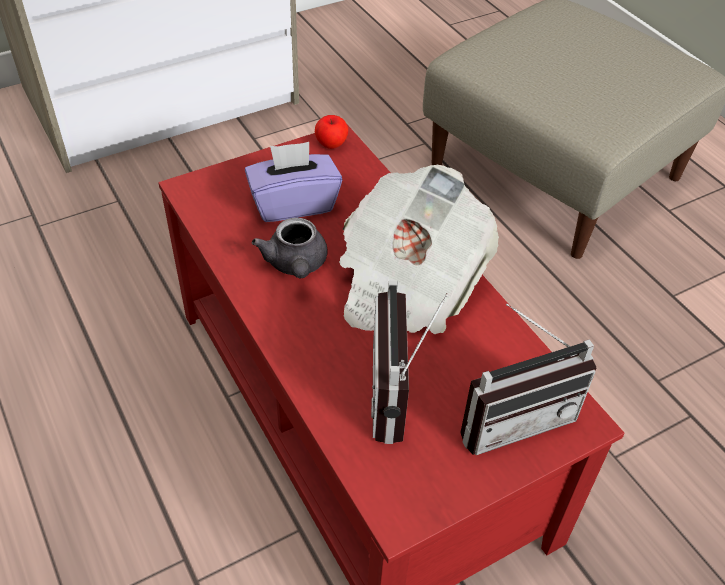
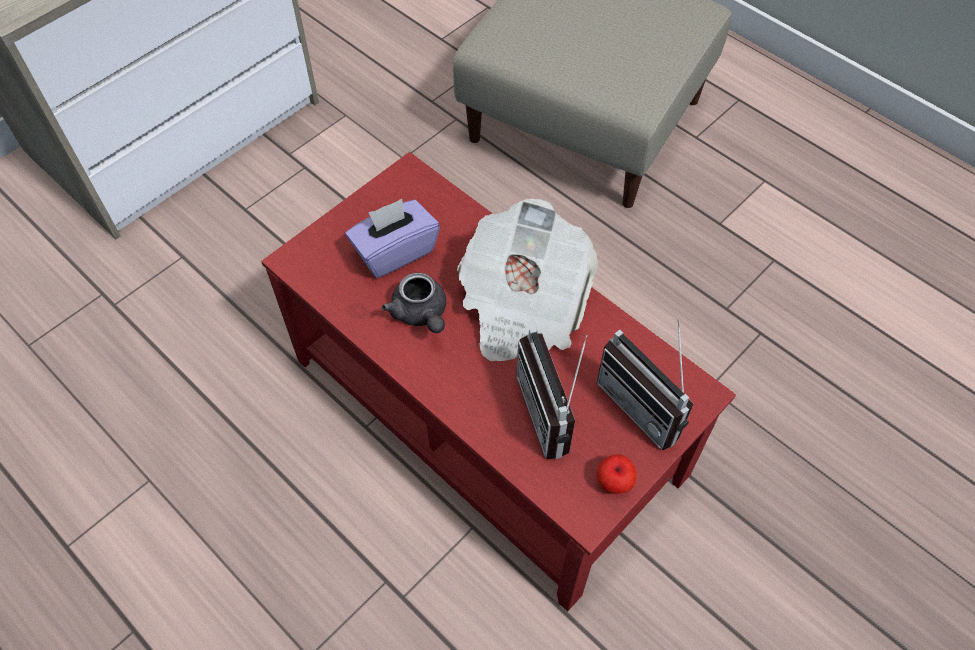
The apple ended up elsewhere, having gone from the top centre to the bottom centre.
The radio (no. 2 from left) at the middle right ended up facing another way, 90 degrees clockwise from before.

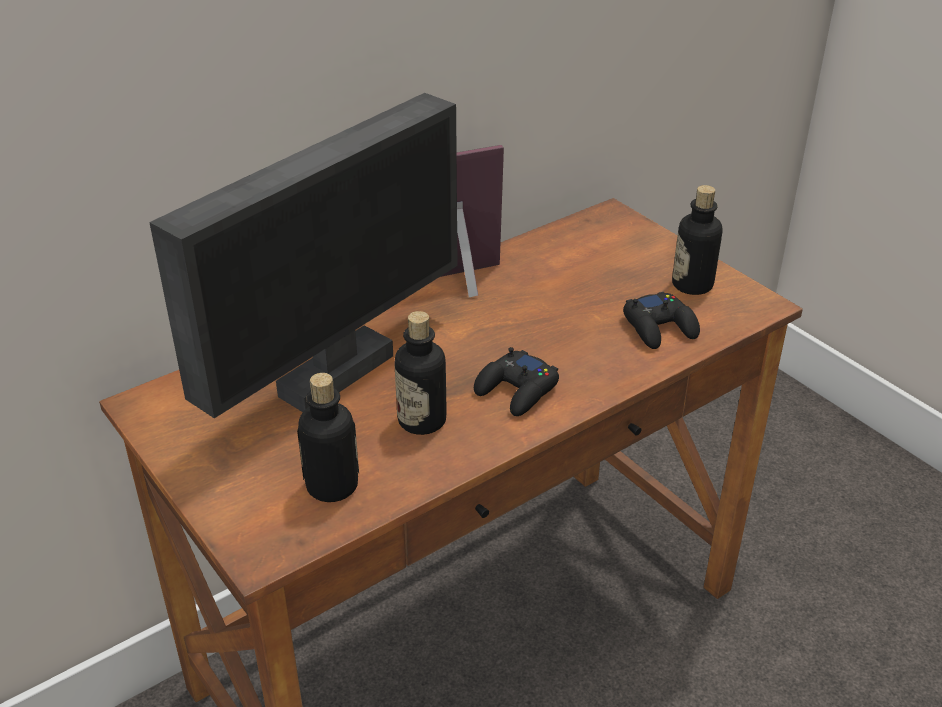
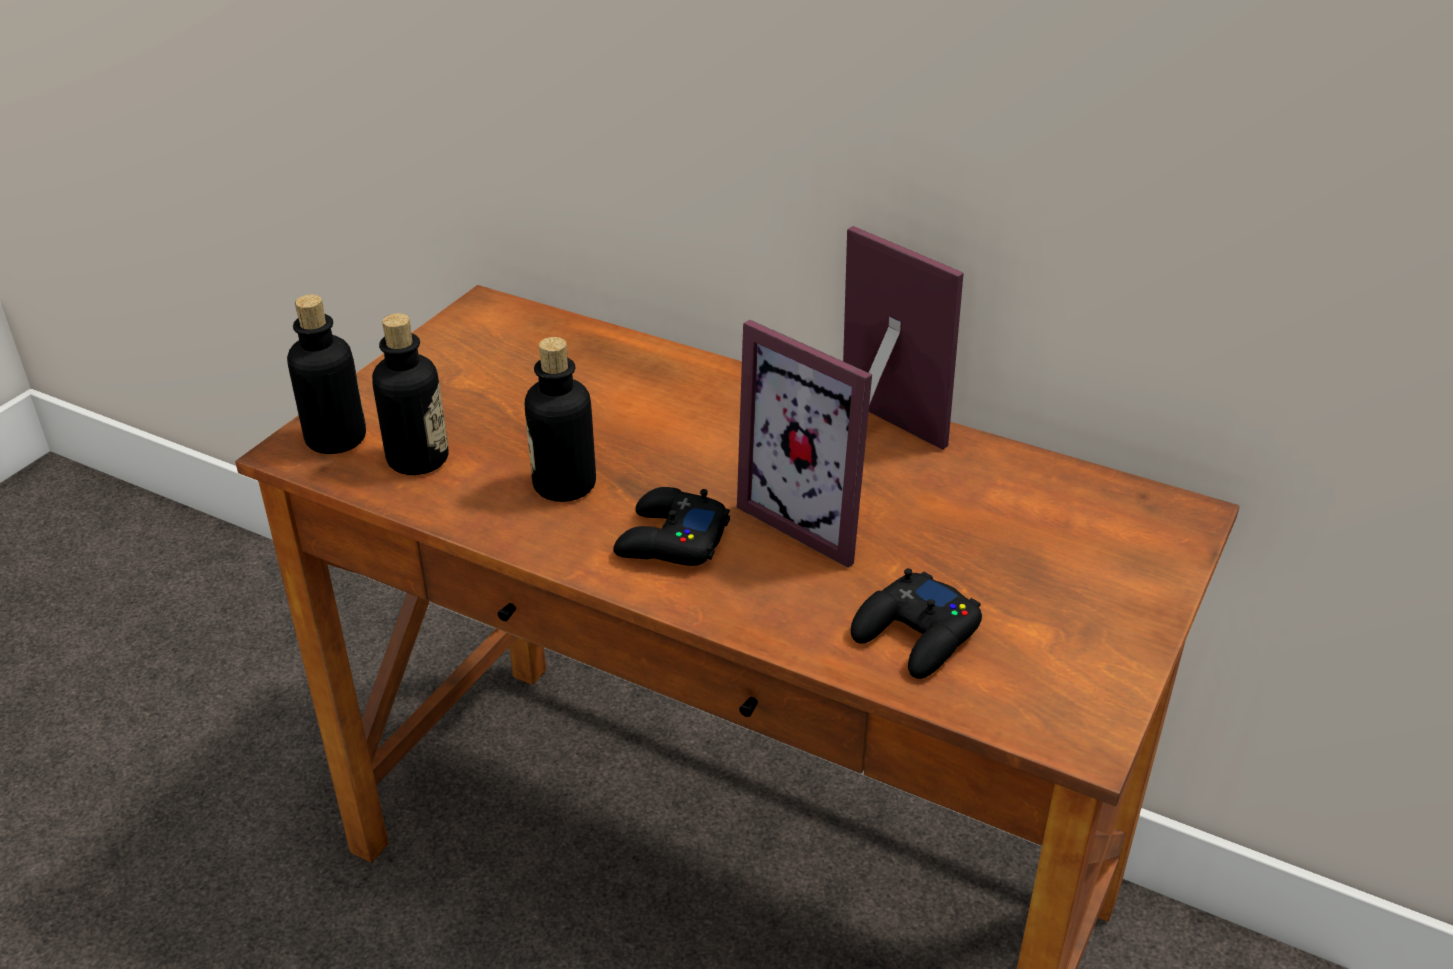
The second view lost the monitor at the middle left.
The bottle (no. 3 from left in the first image) ended up elsewhere, having gone from the middle right to the middle left.
The second view gained the picture frame (no. 1 from left) at the centre.

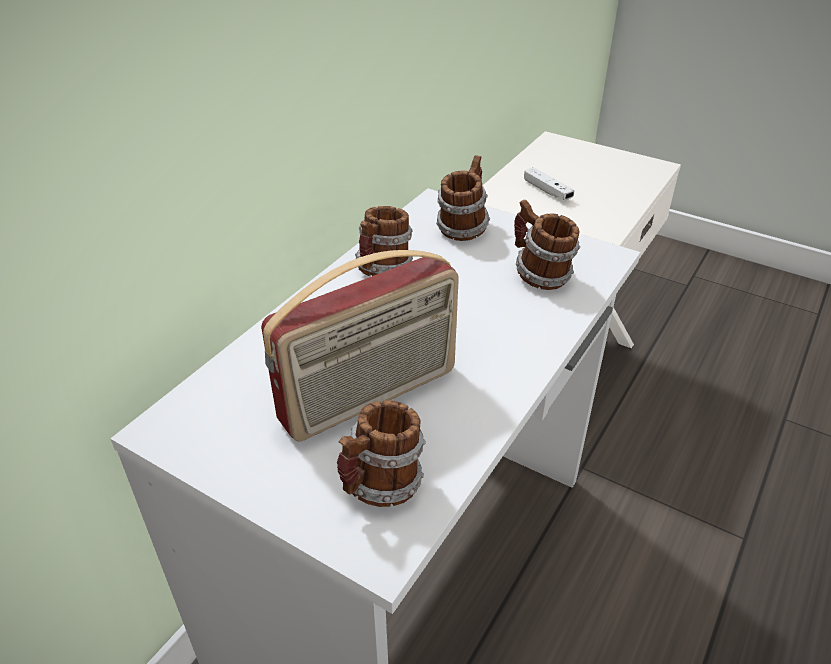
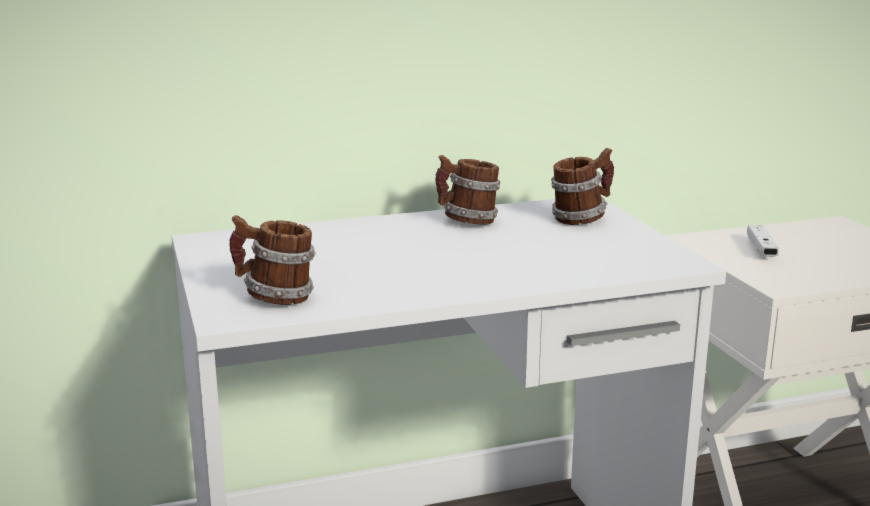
The second view lost the mug (no. 4 from left) at the centre.
The second view lost the radio at the centre.

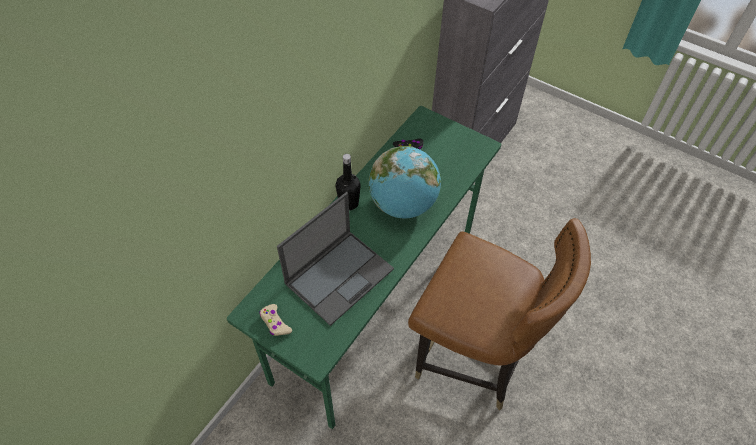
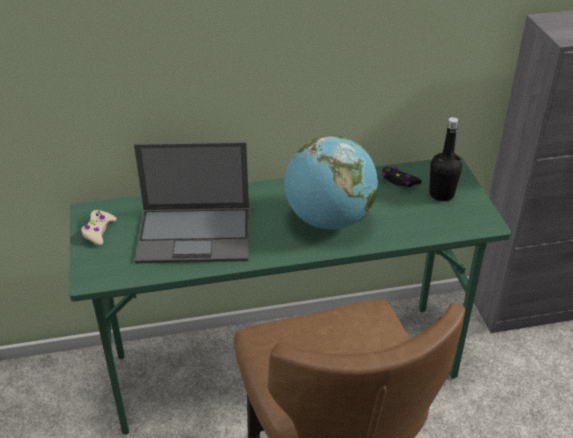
The black bottle ended up elsewhere, having gone from the centre to the middle right.

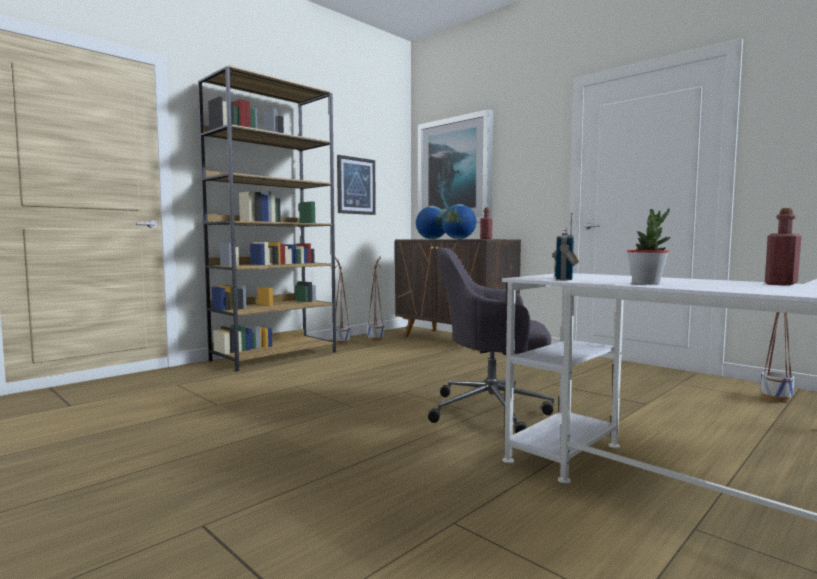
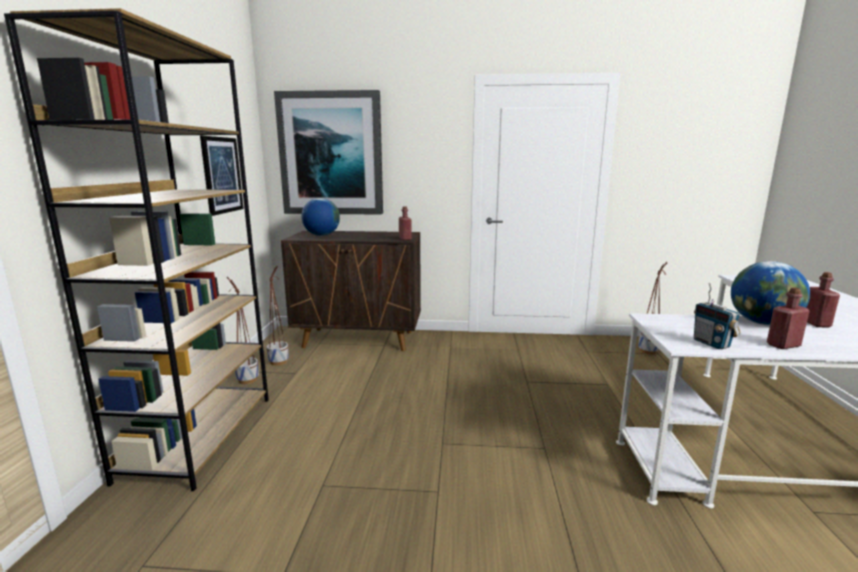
The globe (no. 2 from left) ended up elsewhere, having gone from the centre to the middle right.
Where the potted plant stood at the middle right, the red bottle (no. 2 from left) came to stand at the middle right.
The second view lost the grey office chair at the centre.

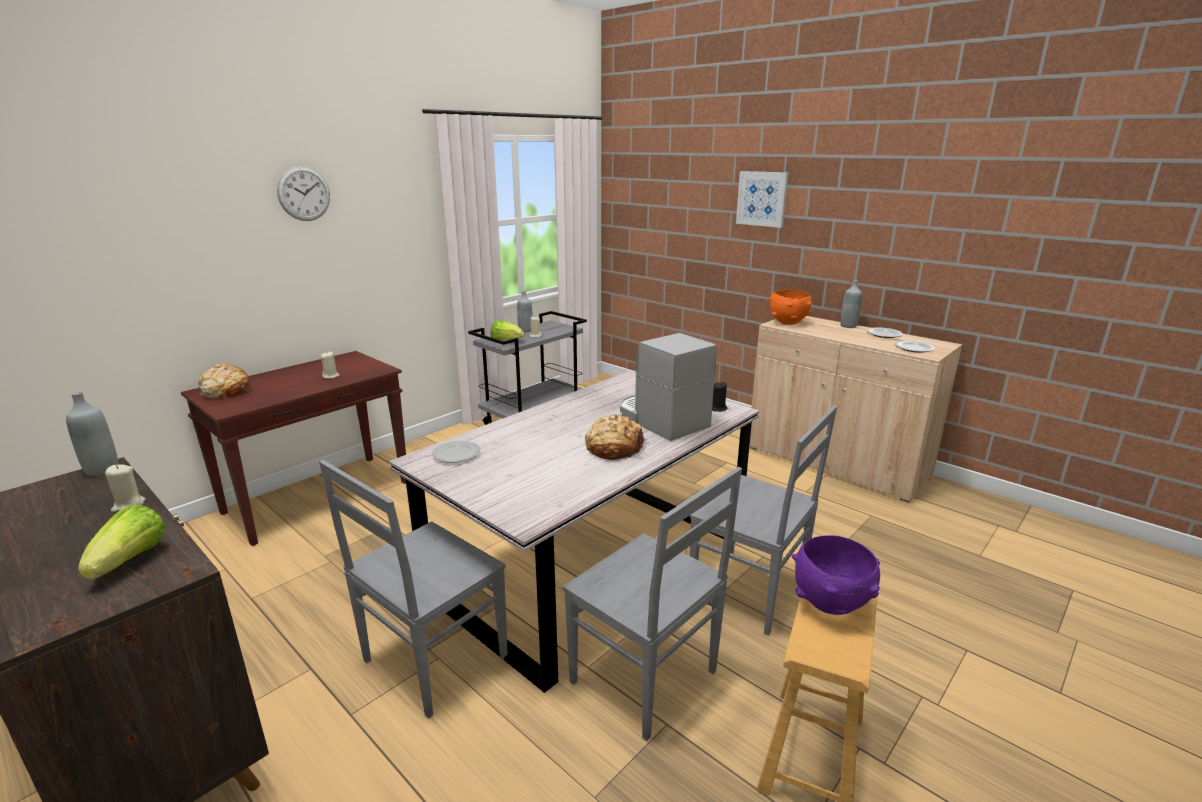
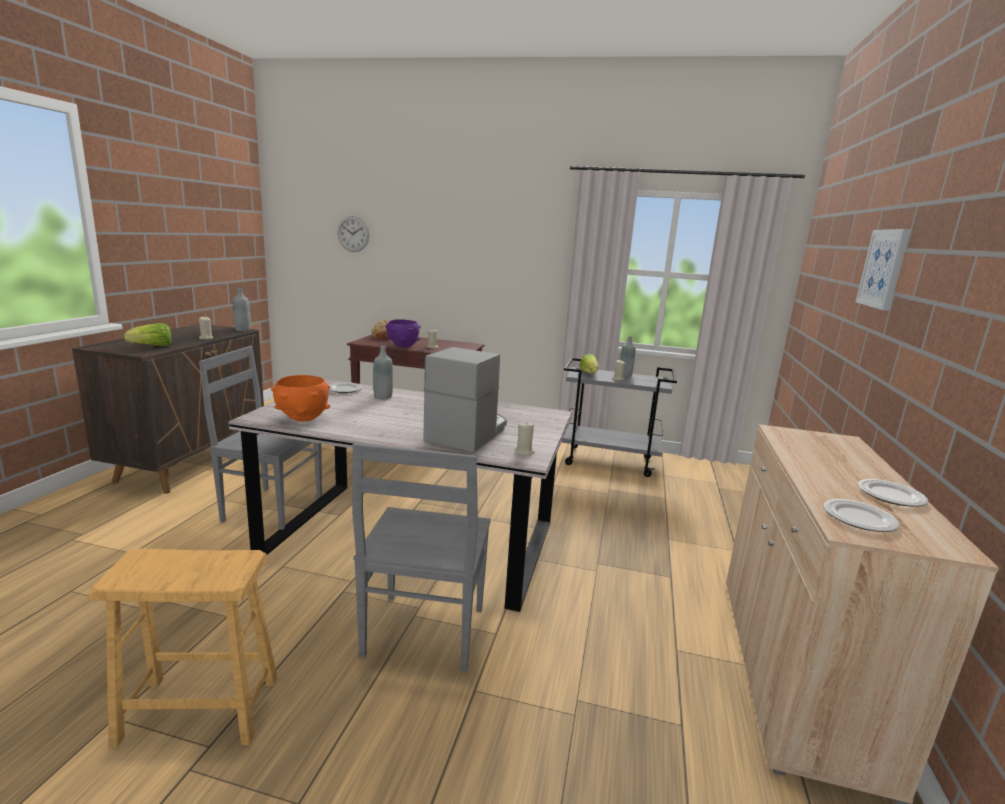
The wall clock ended up elsewhere, having gone from the top left to the top centre.
The grey bottle (no. 3 from left in the first image) ended up elsewhere, having gone from the middle right to the centre.
The orange bowl ended up elsewhere, having gone from the centre to the middle left.
What was the black candle at the centre turned into the beige candle (no. 3 from left) at the centre.
The second view lost the bread (no. 2 from left) at the centre.
The second view lost the grey chair (no. 2 from left) at the bottom centre.
The purple bowl ended up elsewhere, having gone from the bottom right to the centre.

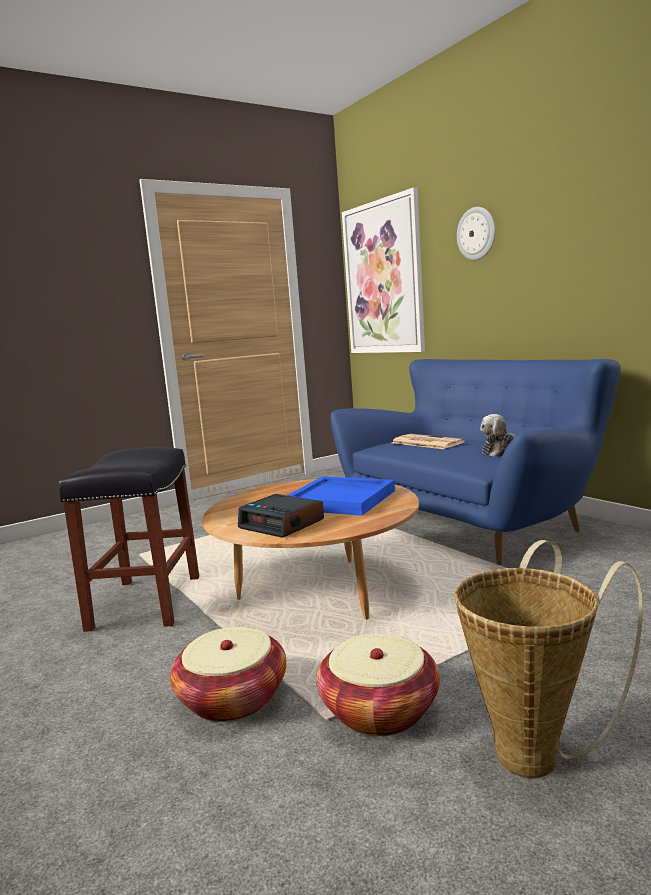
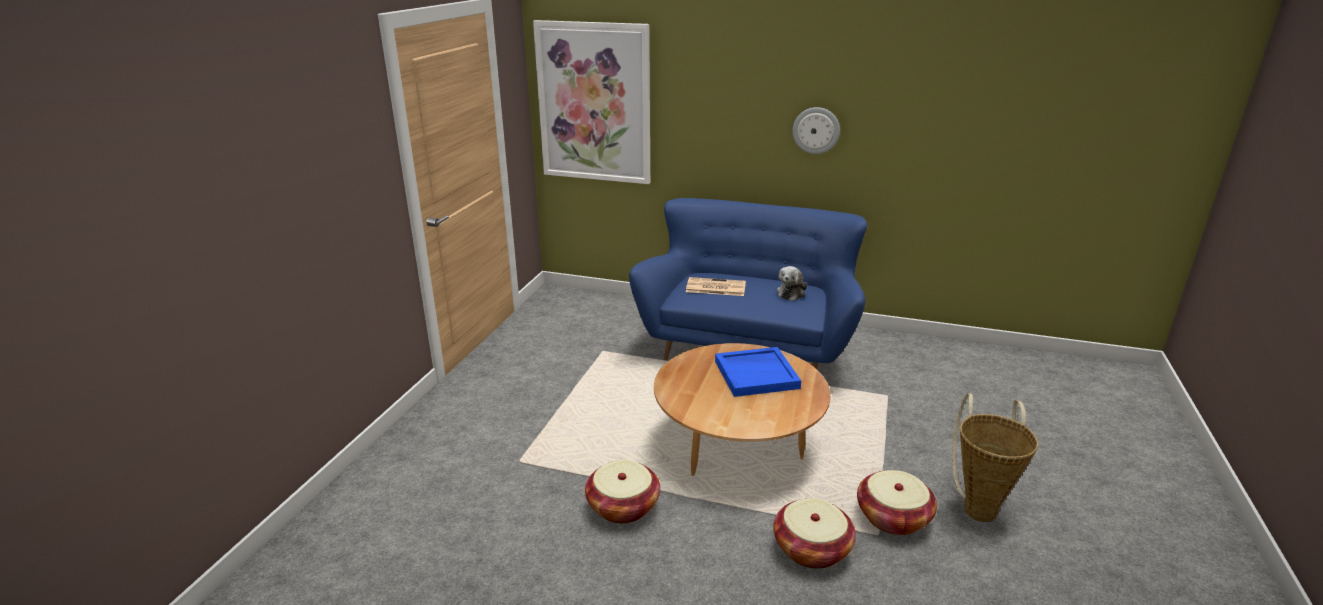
The wall clock ended up elsewhere, having gone from the top right to the top centre.
Where the black stool stood at the middle left, the basket (no. 1 from left) came to stand at the bottom centre.
The second view lost the alarm clock at the centre.

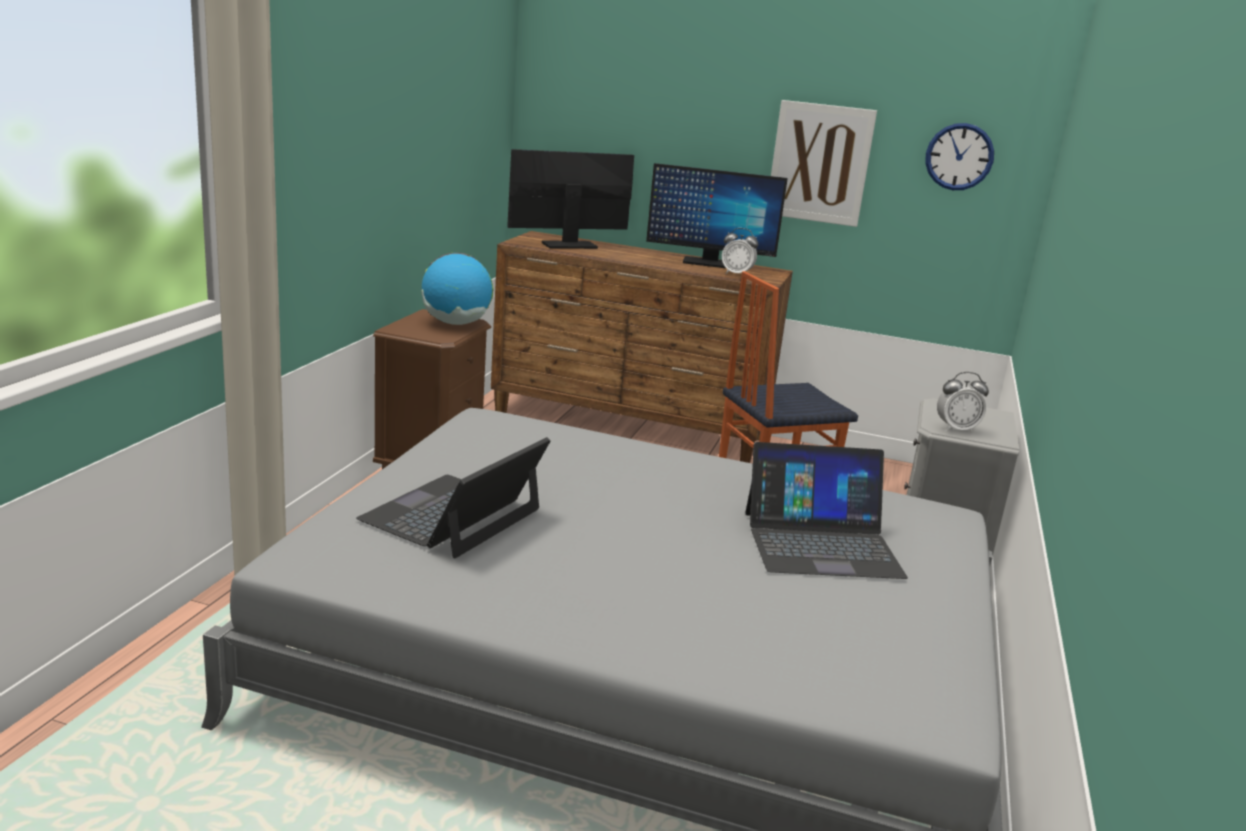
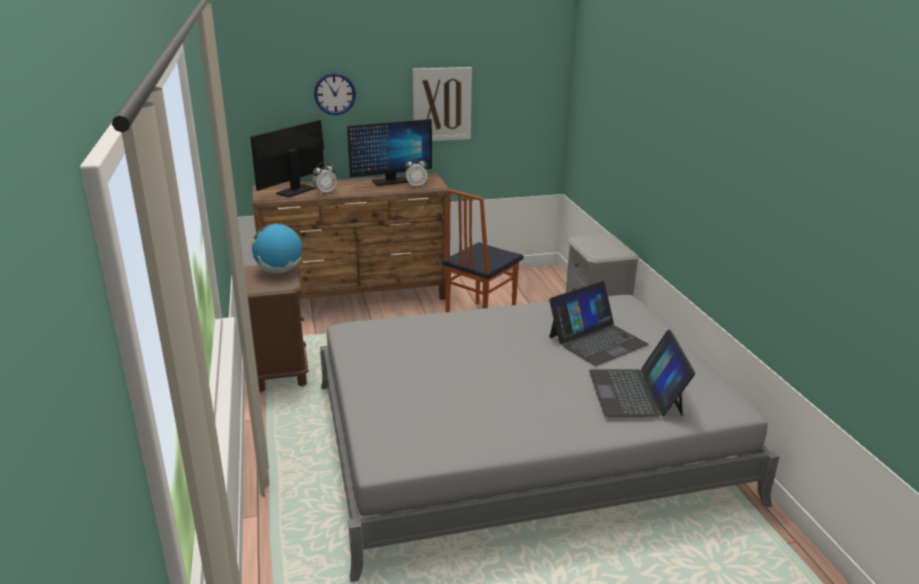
The wall clock ended up elsewhere, having gone from the top right to the top centre.
The alarm clock (no. 2 from left in the first image) ended up elsewhere, having gone from the middle right to the top centre.
The laptop (no. 1 from left in the first image) ended up elsewhere, having gone from the centre to the middle right.

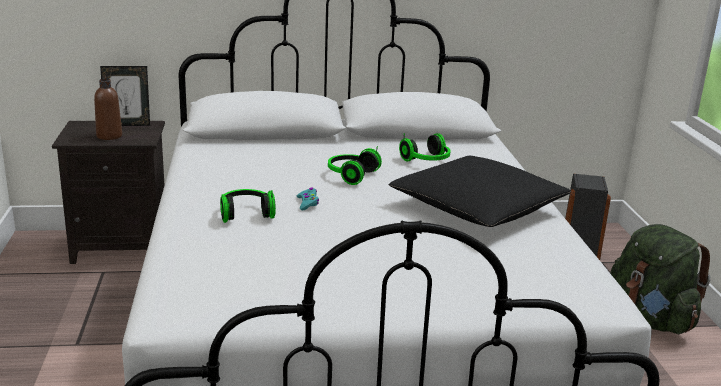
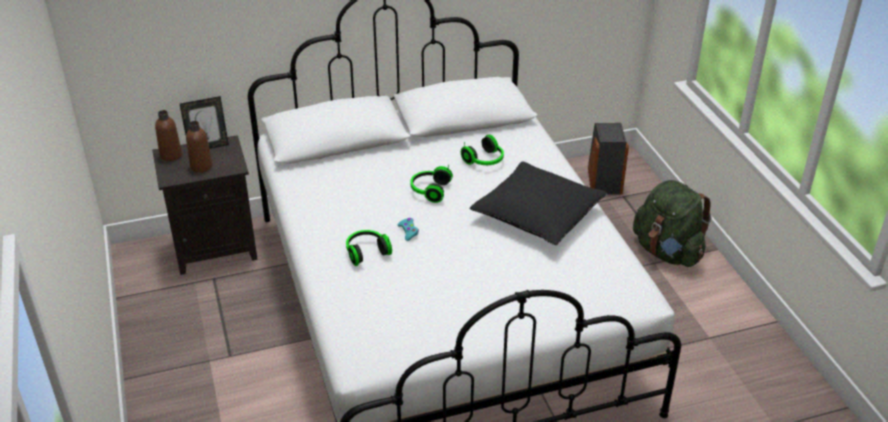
The second view gained the brown bottle (no. 1 from left) at the top left.

